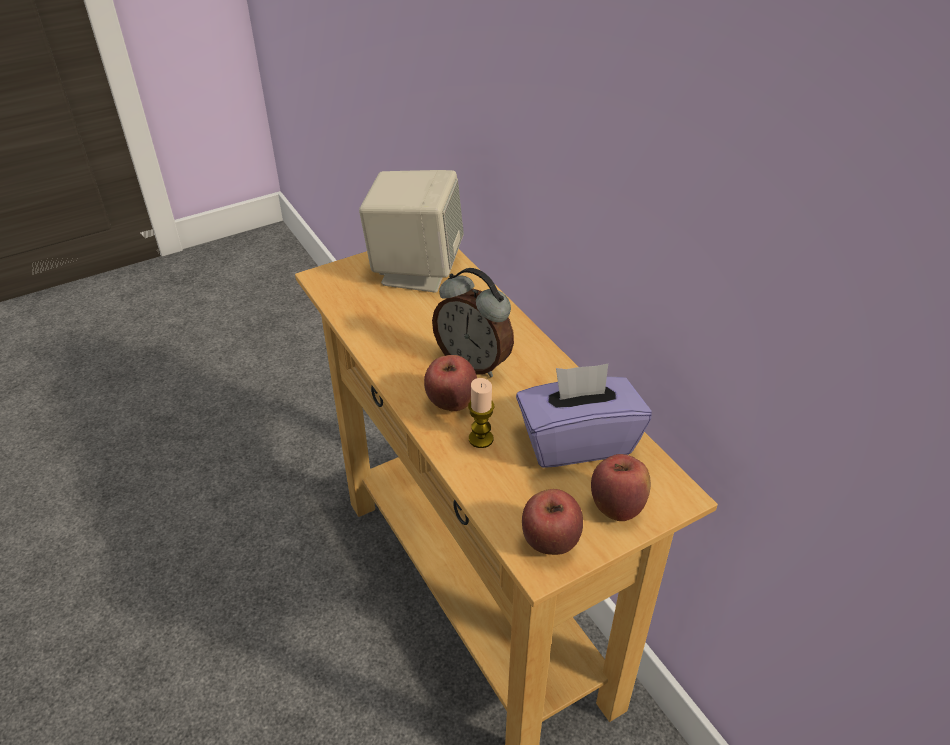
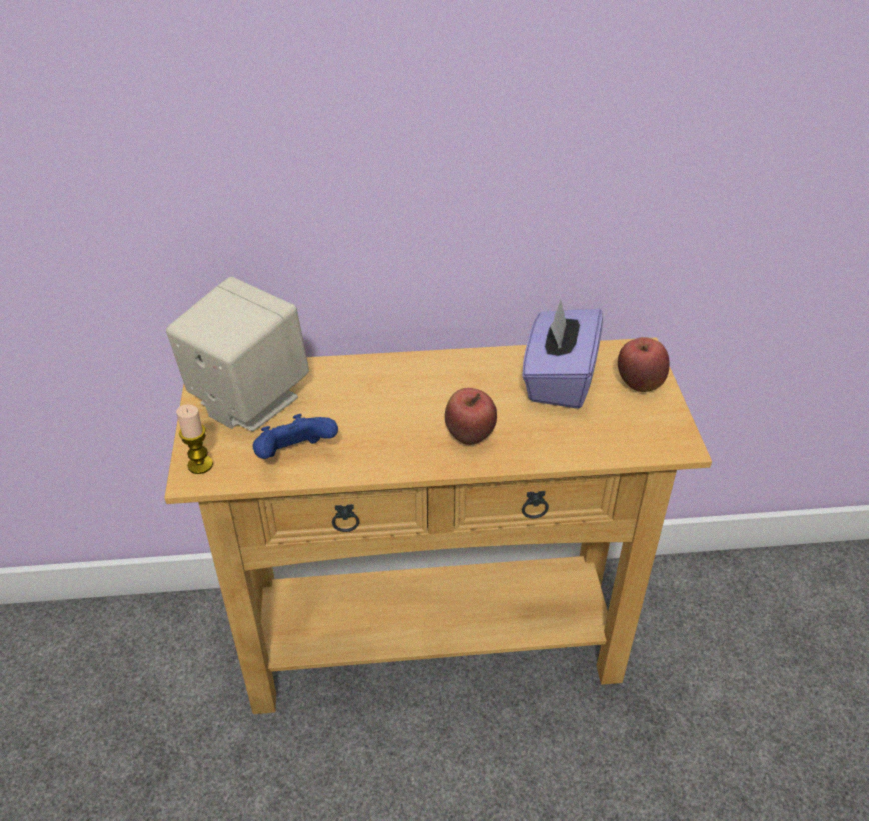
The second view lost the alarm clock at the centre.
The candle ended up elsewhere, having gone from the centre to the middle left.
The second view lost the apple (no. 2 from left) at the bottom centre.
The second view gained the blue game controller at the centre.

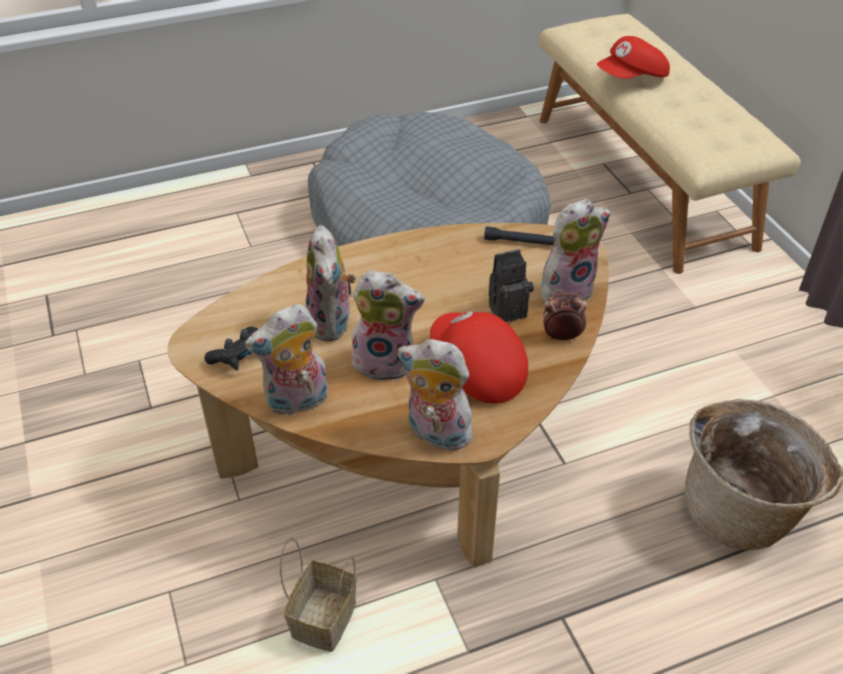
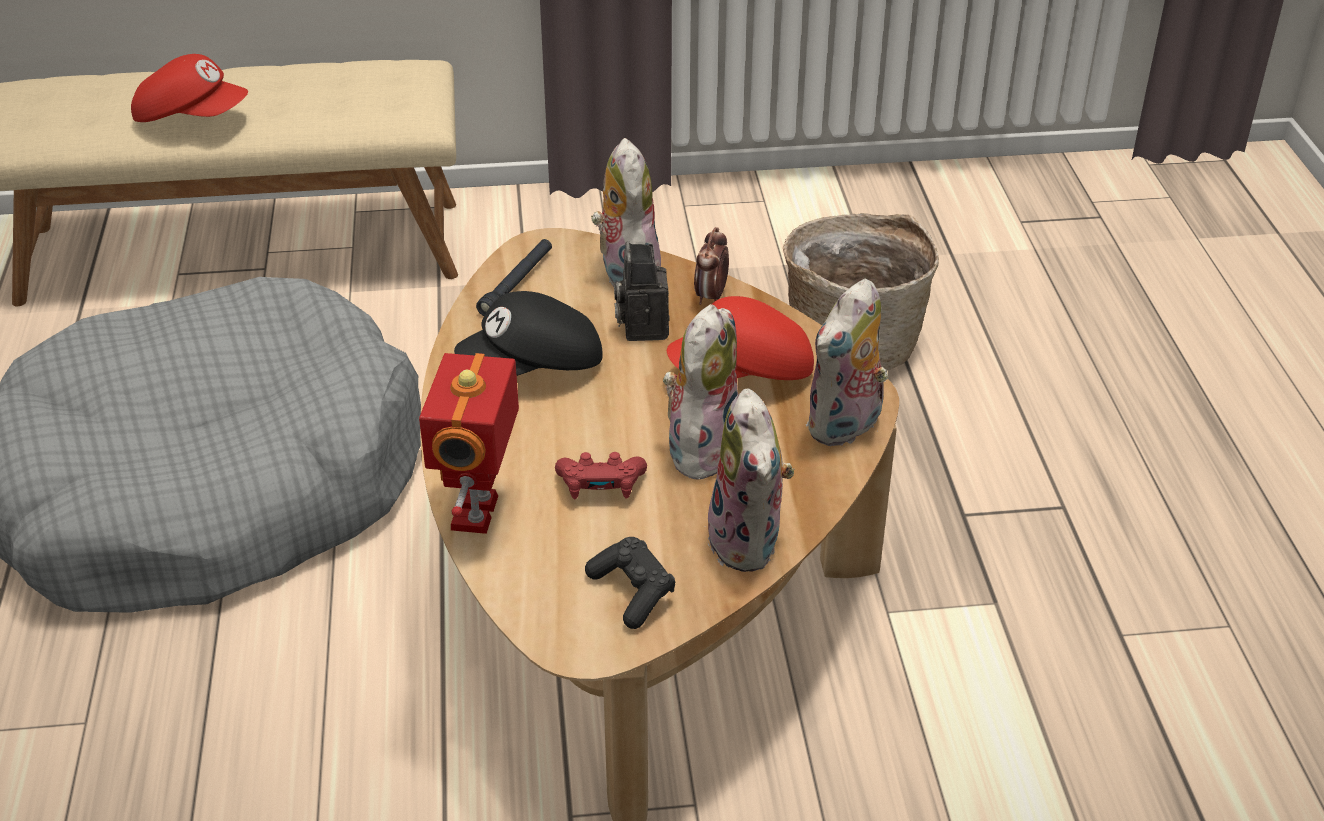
The red cap (no. 2 from left in the first image) at the top right ended up facing another way, 60 degrees counterclockwise from before.
Where the plush toy (no. 2 from left) stood at the centre, the red game controller came to stand at the centre.
The second view lost the basket (no. 1 from left) at the bottom centre.
The second view gained the black cap at the centre.
The second view gained the toy robot at the centre.

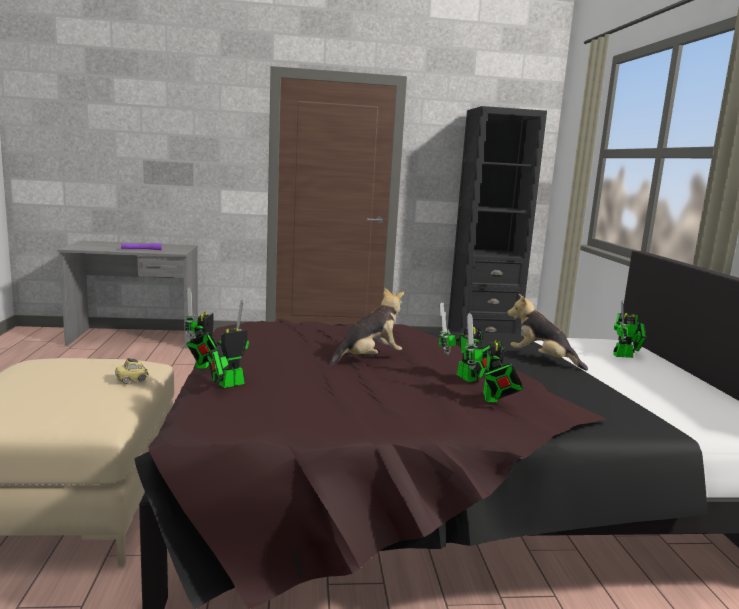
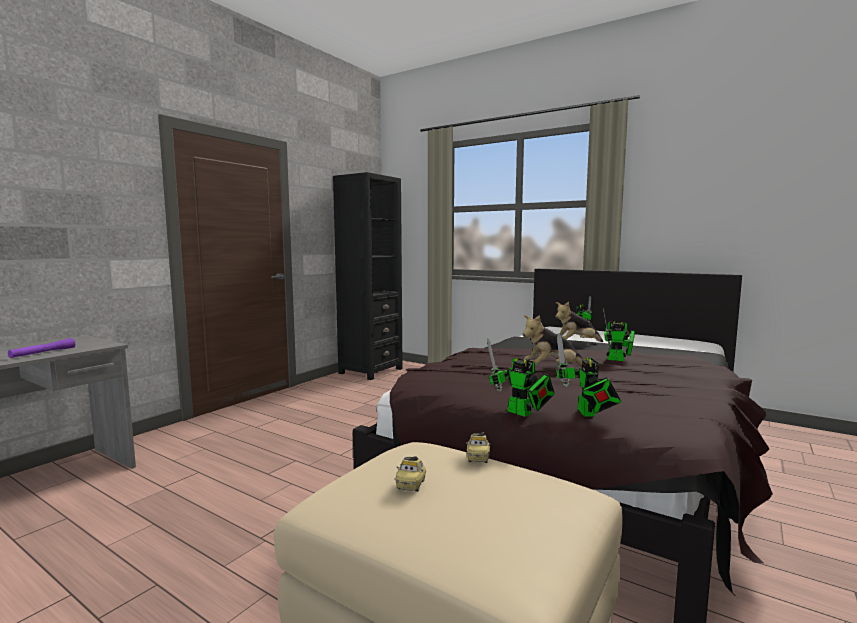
The plush toy (no. 1 from left) at the centre ended up facing another way, 105 degrees counterclockwise from before.
The second view lost the toy robot (no. 4 from left) at the middle right.
The second view gained the toy car (no. 1 from left) at the bottom centre.

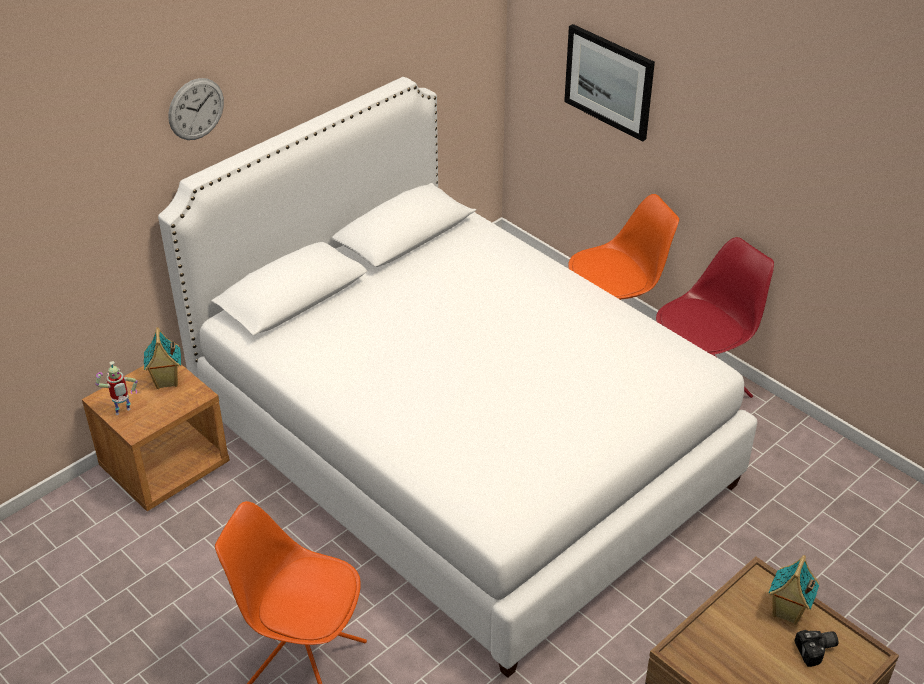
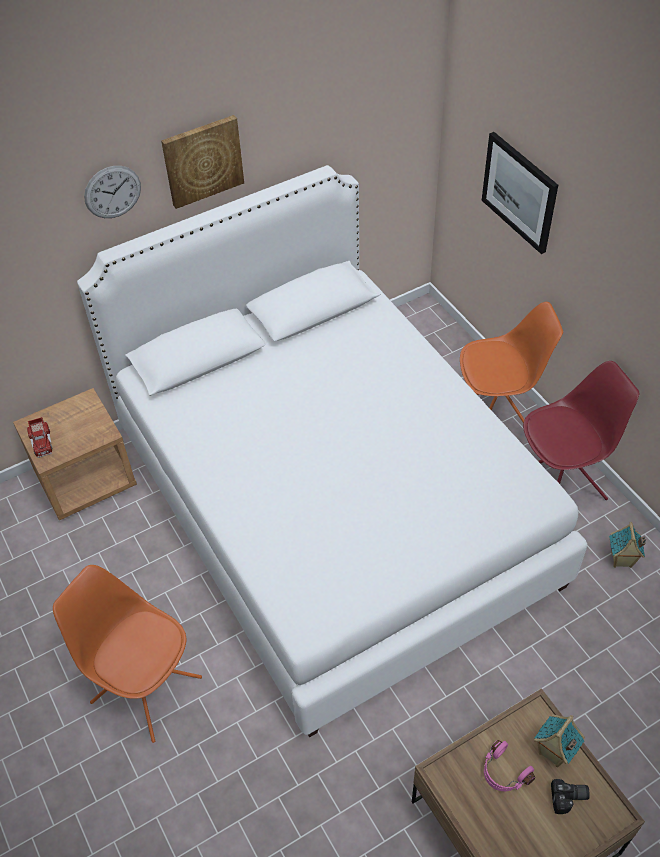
The toy house (no. 1 from left in the first image) ended up elsewhere, having gone from the middle left to the middle right.
Where the toy robot stood at the middle left, the toy truck came to stand at the middle left.
The second view gained the picture (no. 1 from left) at the top left.
The second view gained the pink headphones at the bottom right.

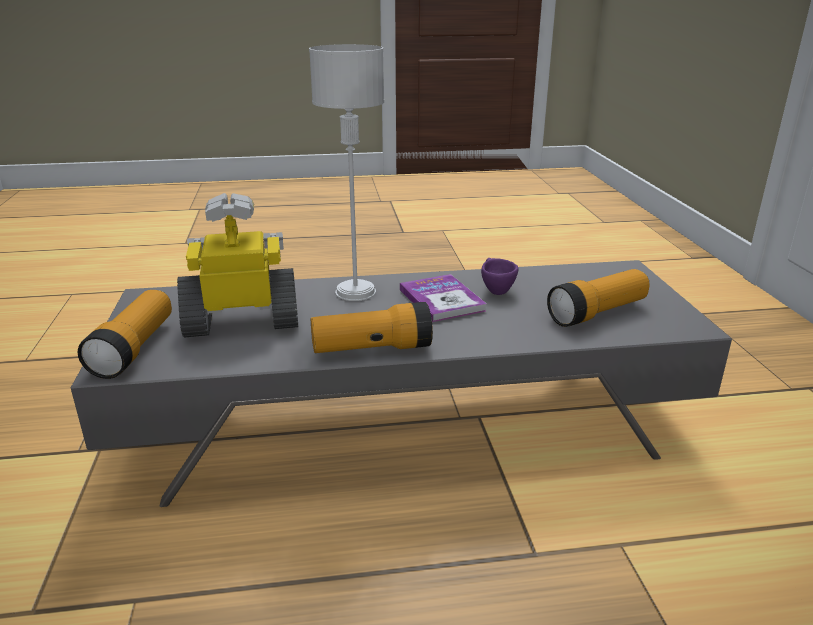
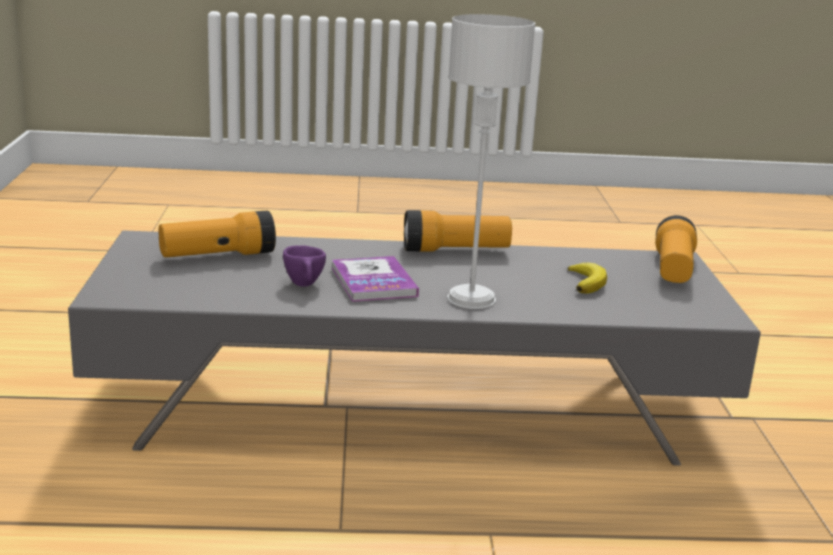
Where the toy robot stood at the middle left, the banana came to stand at the middle right.

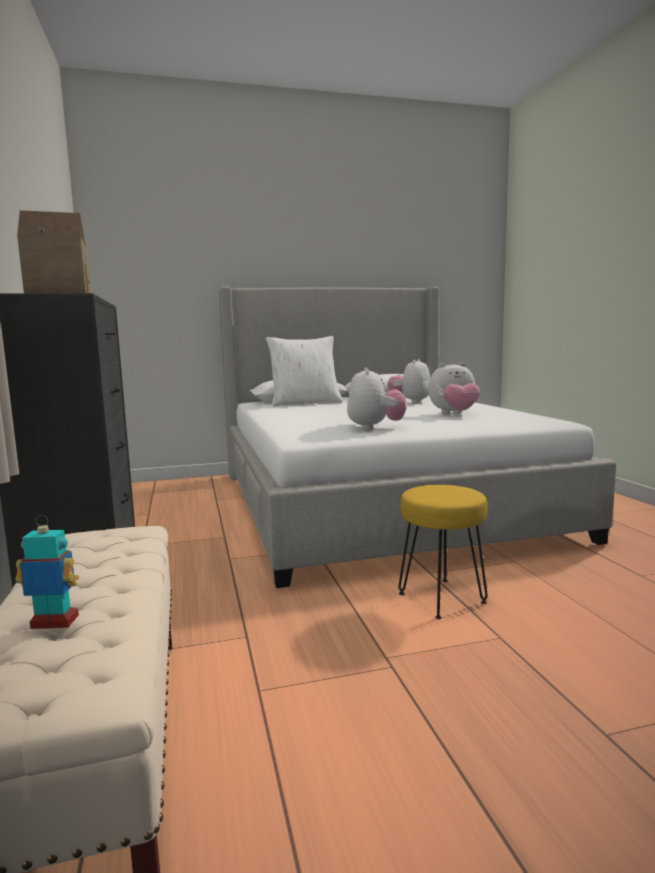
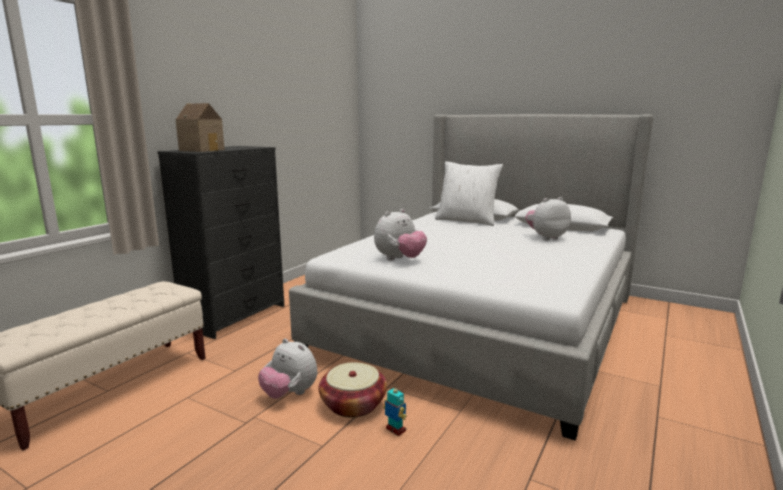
The plush toy (no. 3 from left in the first image) ended up elsewhere, having gone from the middle right to the bottom centre.
Where the yellow stool stood at the middle right, the basket came to stand at the bottom centre.
The toy robot ended up elsewhere, having gone from the middle left to the bottom centre.

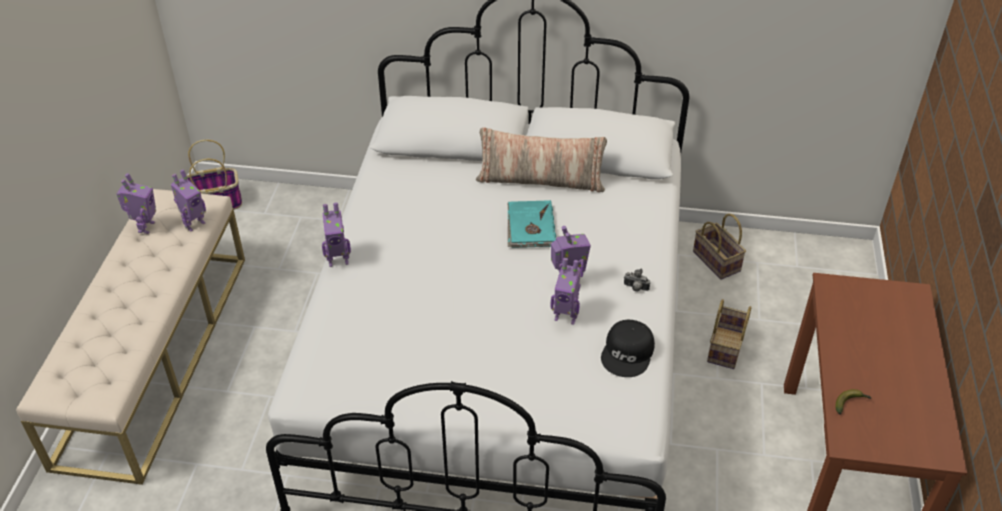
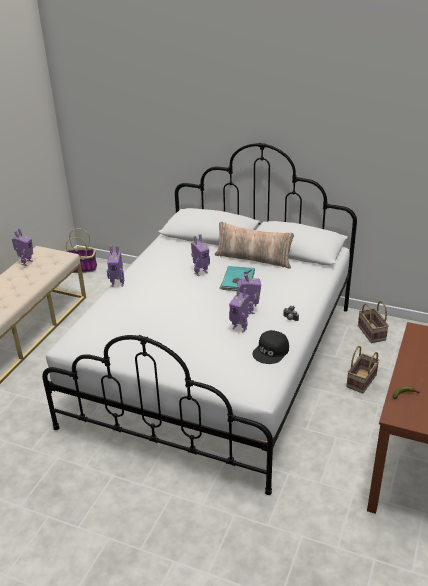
The toy robot (no. 2 from left in the first image) ended up elsewhere, having gone from the middle left to the centre.

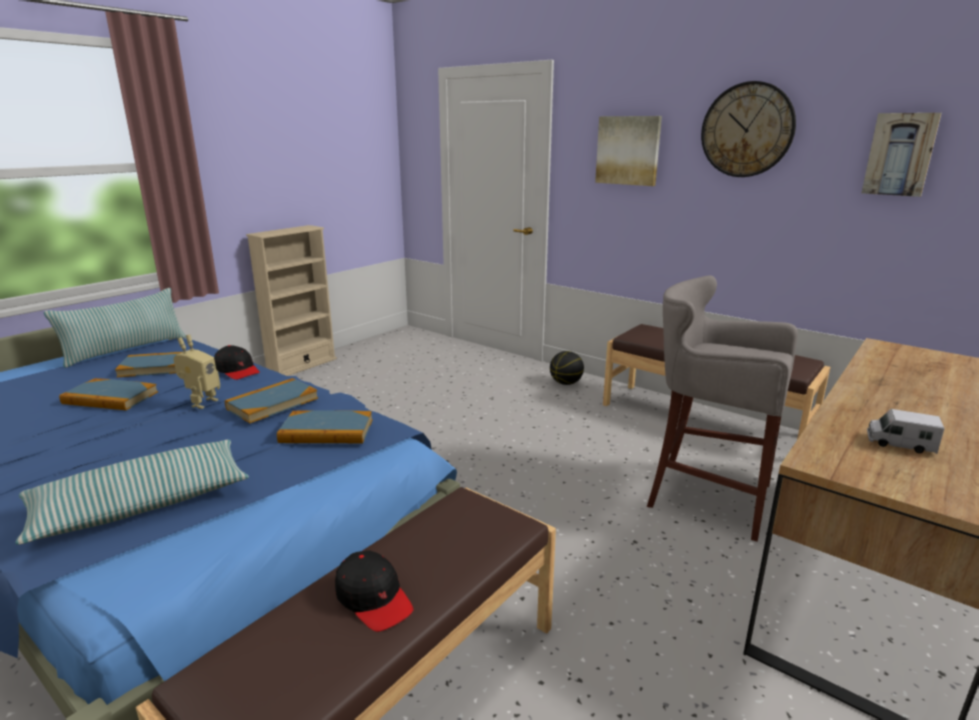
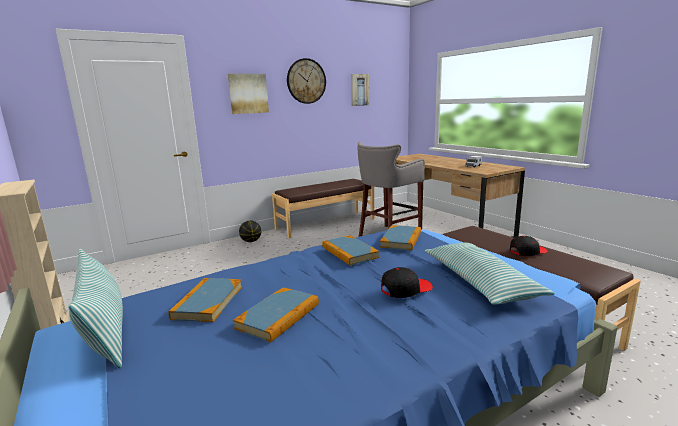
The second view lost the toy robot at the middle left.
The black cap (no. 1 from left) ended up elsewhere, having gone from the middle left to the centre.

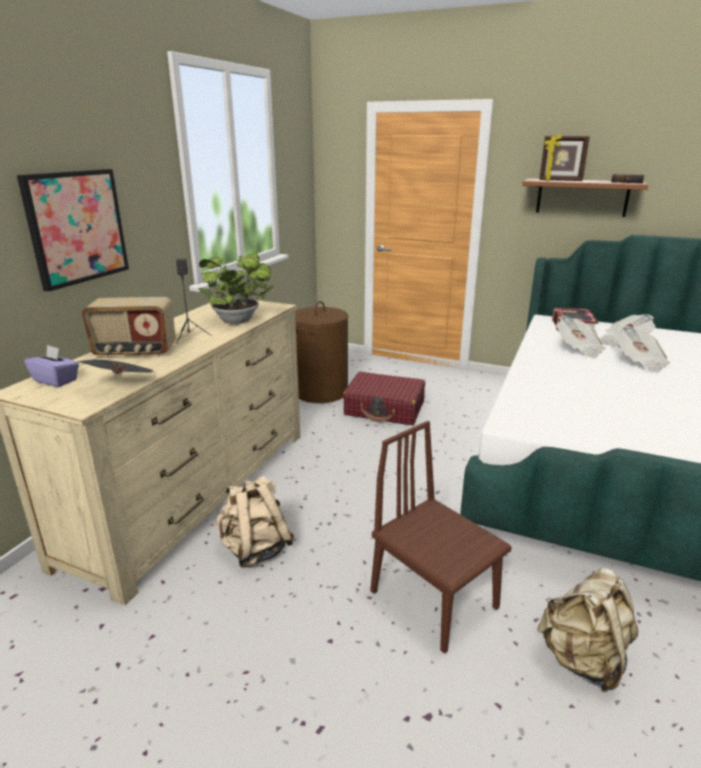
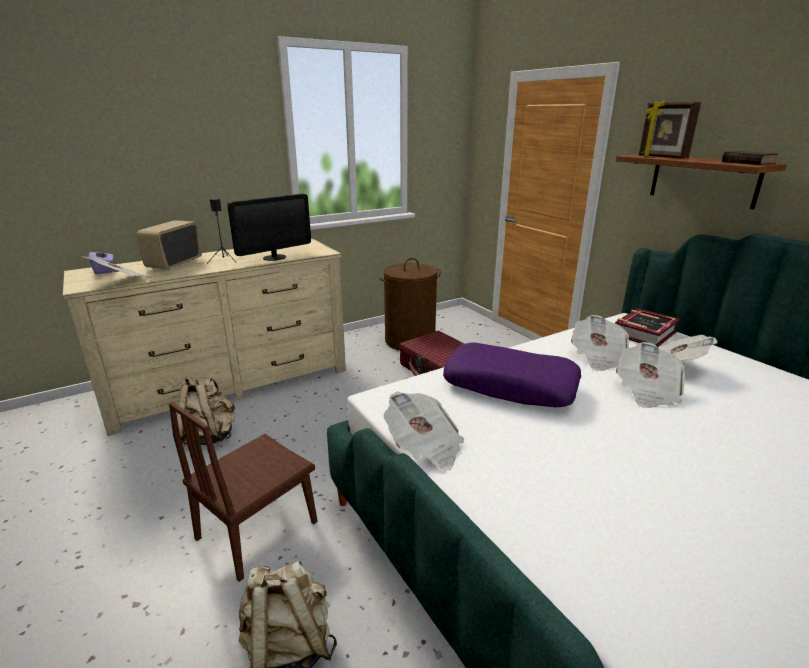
The second view lost the picture at the top left.
Where the potted plant stood at the centre, the monitor came to stand at the middle left.
The radio at the middle left ended up facing another way, 75 degrees clockwise from before.
The brown chair at the bottom centre ended up facing another way, 135 degrees counterclockwise from before.
The second view gained the purple pillow at the centre.
The second view gained the newspaper (no. 2 from left) at the centre.

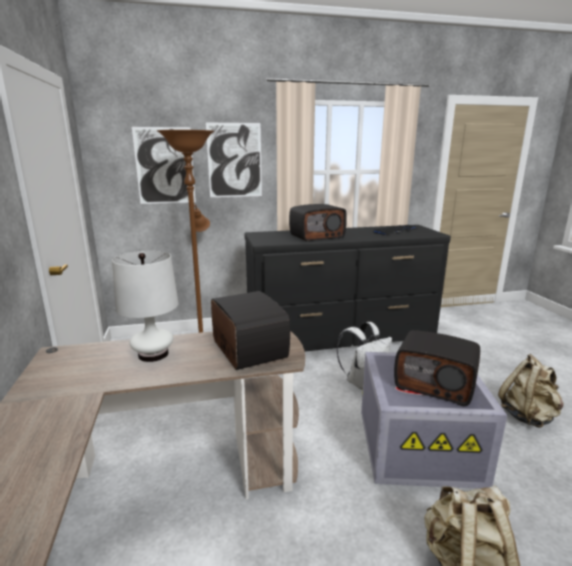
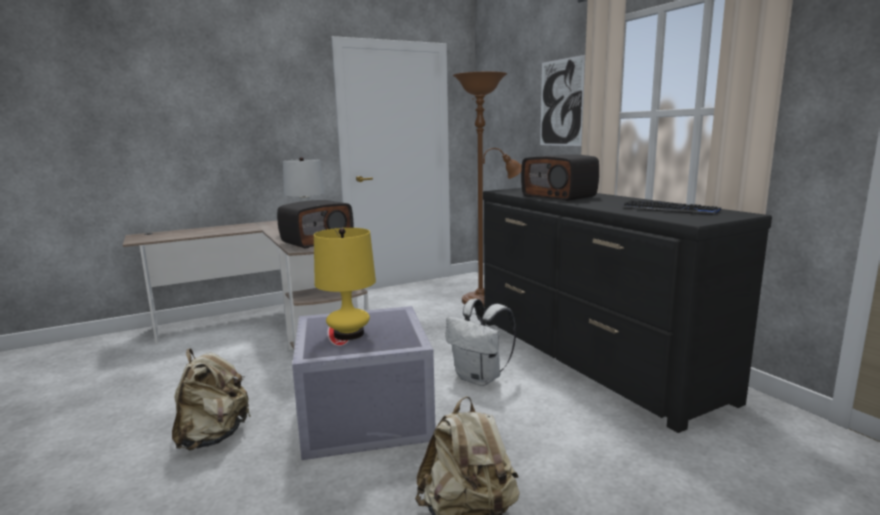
The second view lost the picture (no. 1 from left) at the top left.
Where the radio (no. 3 from left) stood at the middle right, the yellow table lamp came to stand at the centre.

